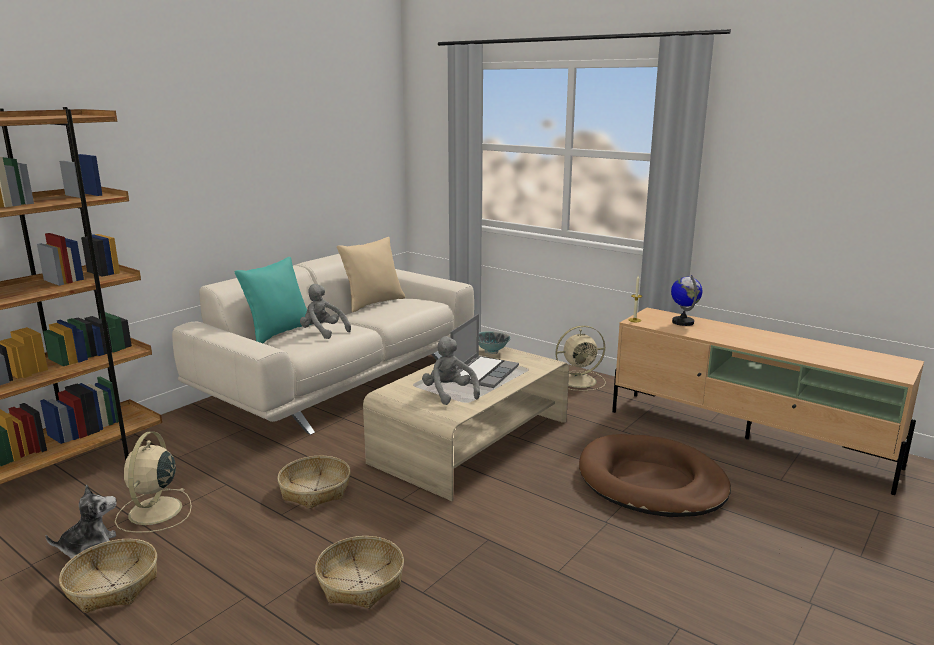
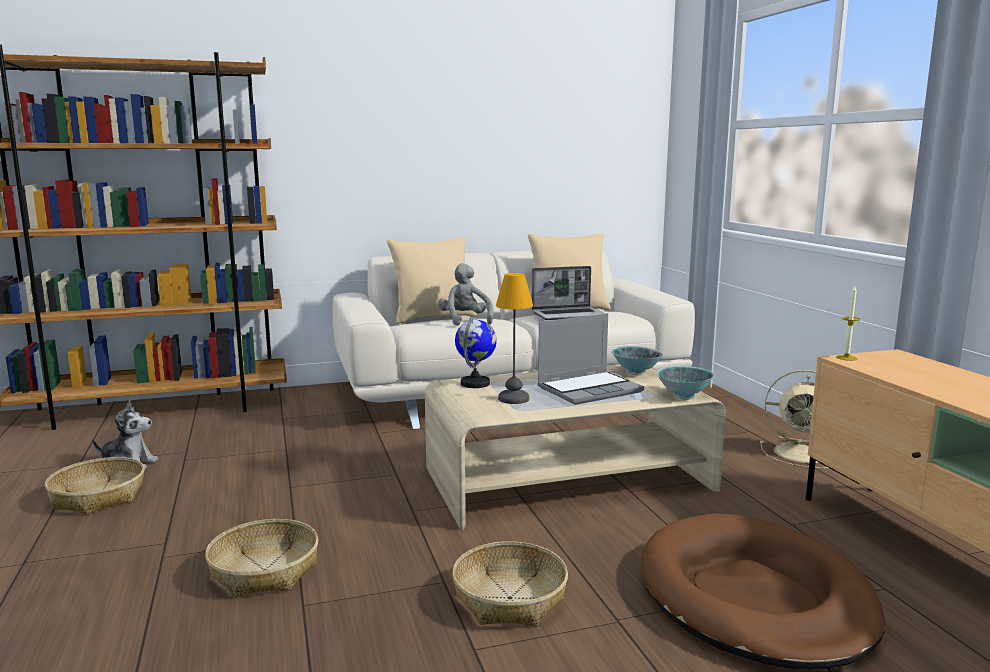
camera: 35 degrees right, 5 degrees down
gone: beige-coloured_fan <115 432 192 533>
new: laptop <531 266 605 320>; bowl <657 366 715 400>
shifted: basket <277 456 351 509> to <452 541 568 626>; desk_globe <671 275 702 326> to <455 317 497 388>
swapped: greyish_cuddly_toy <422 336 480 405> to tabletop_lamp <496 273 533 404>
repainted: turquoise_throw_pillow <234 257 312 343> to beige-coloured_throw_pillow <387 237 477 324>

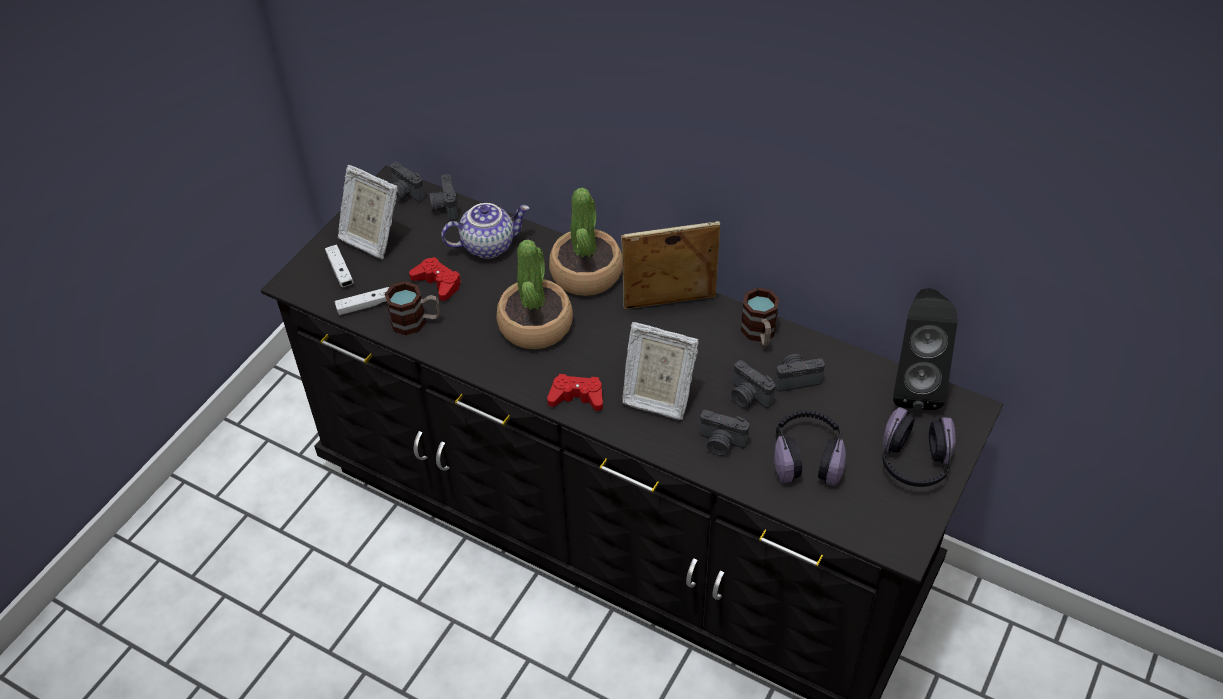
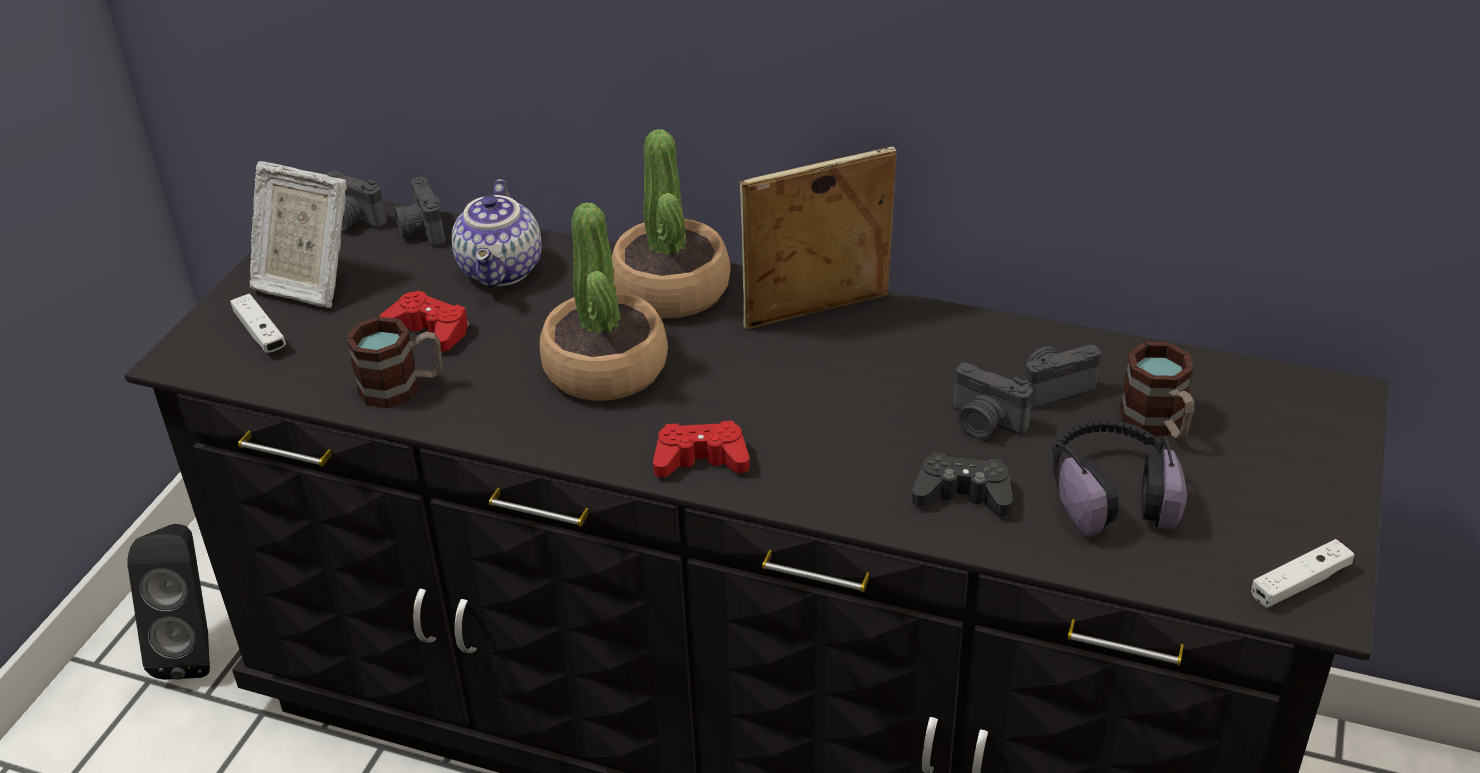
camera: 10 degrees left, 10 degrees down
gone: picture_frame <622 322 699 420>; headphones <882 407 956 487>
shifted: black-coloured_audio_speaker <893 288 958 410> to <127 524 210 680>; tea_mug <741 288 779 347> to <1120 342 1194 440>; whitish_game_controller <335 287 389 315> to <1251 539 1355 608>
swapped: still_camera <699 410 750 456> to black-coloured_game_controller <912 453 1012 516>
rotated: teapot <441 203 530 259> = <451 179 542 288> 120 degrees clockwise

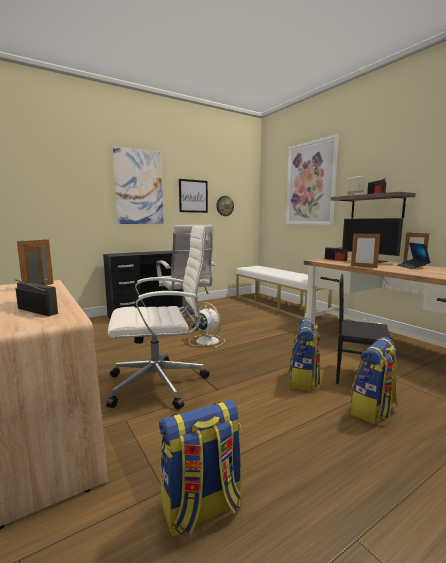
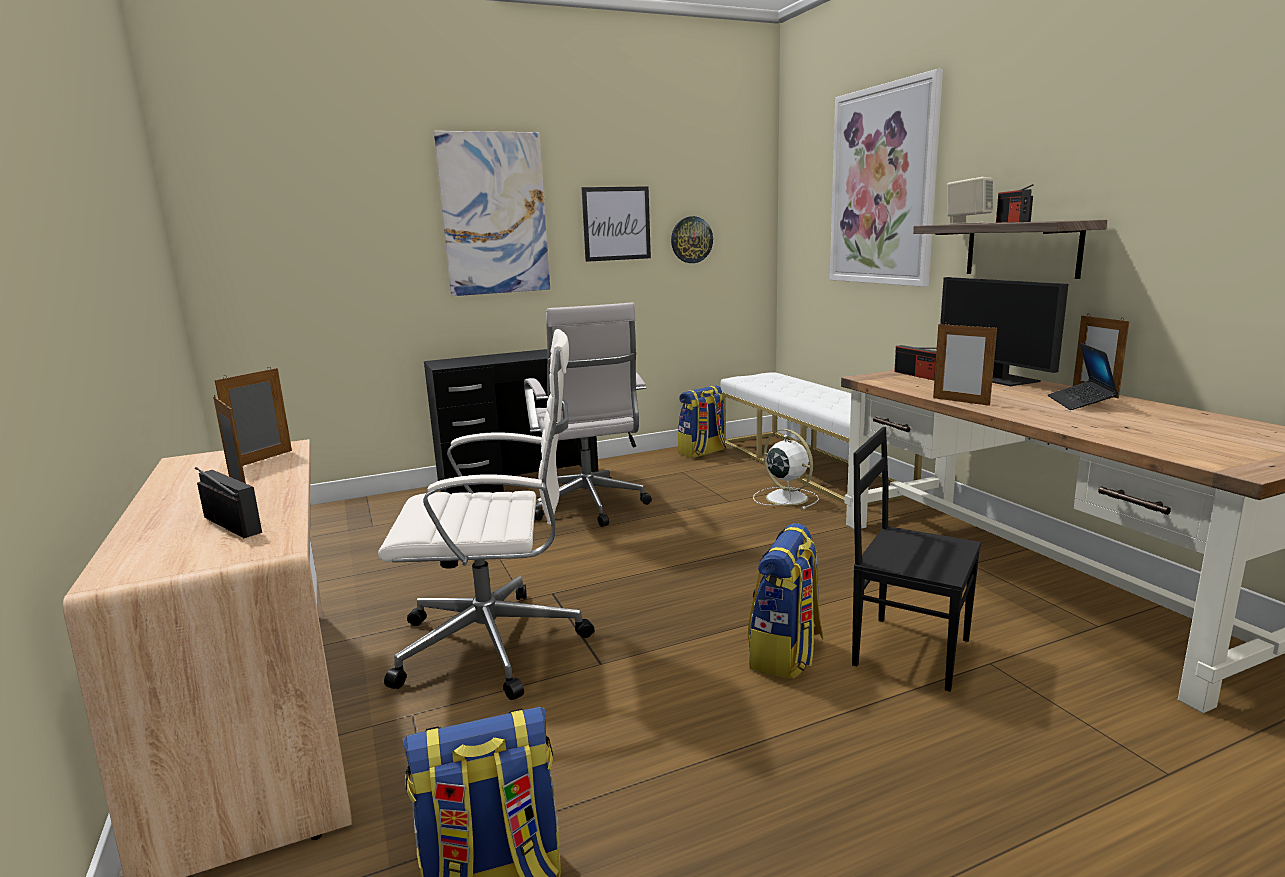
camera: 10 degrees right, 5 degrees up
shifted: knapsack <351 337 397 425> to <678 385 726 458>; whitish_fan <189 302 225 348> to <753 429 819 509>

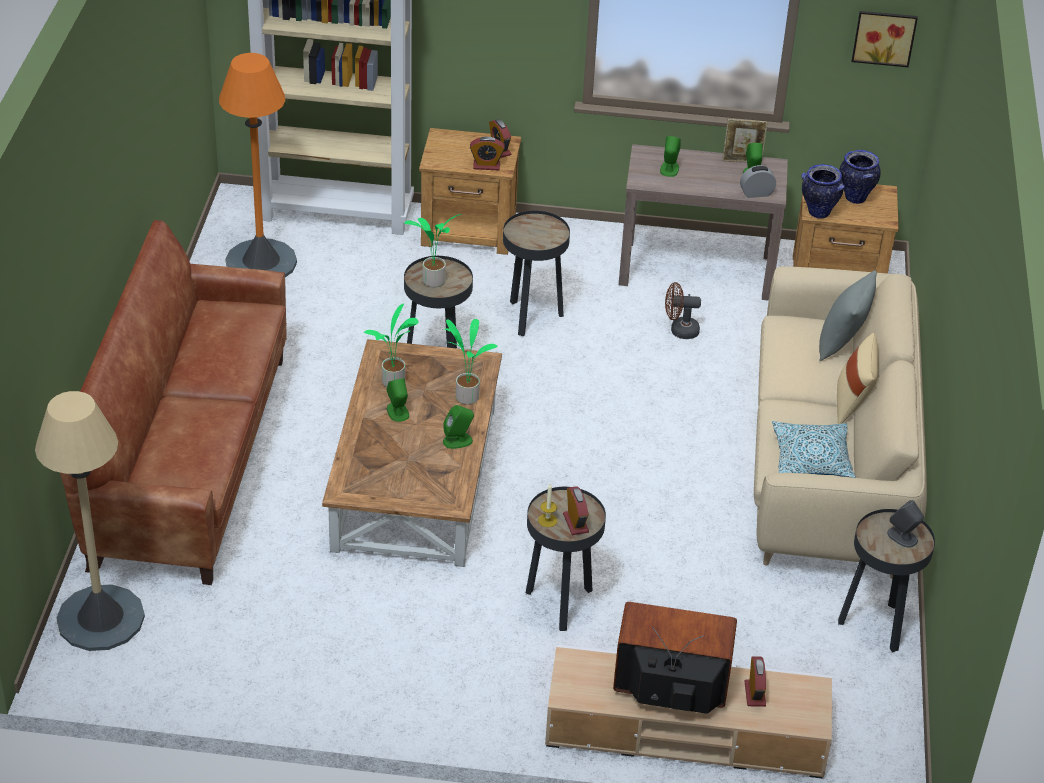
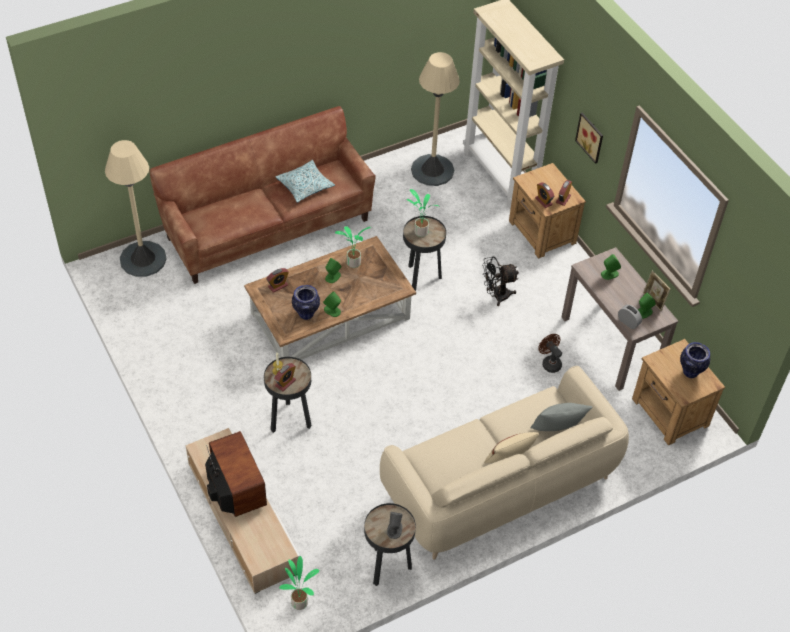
camera: 55 degrees right, 10 degrees up
shifted: alarm_clock <745 656 766 707> to <266 268 289 293>; throw_pillow <772 421 856 478> to <276 160 335 203>; plant_in_a_pot <442 319 498 405> to <279 556 319 610>; decorative_vase <802 164 845 219> to <292 285 320 320>; wall_art <852 11 918 67> to <575 113 603 164>
swapped: black-coloured_side_table <503 211 570 336> to black-coloured_fan <482 257 519 306>
repainted: orangey_standing_lamp <219 53 297 277> to beige-coloured_standing_lamp <411 52 460 186>

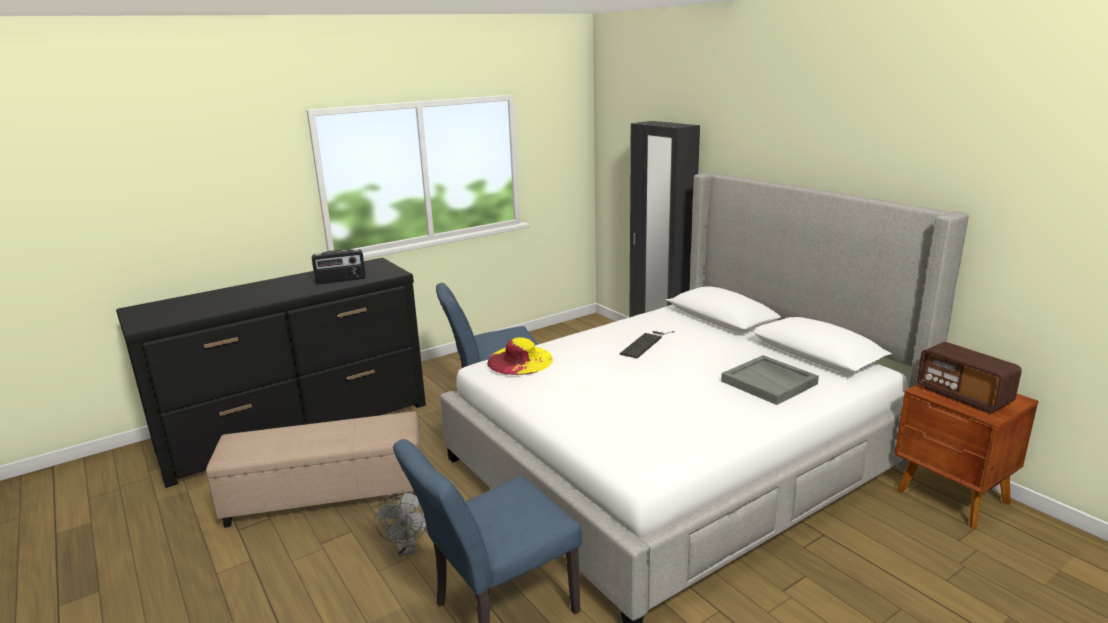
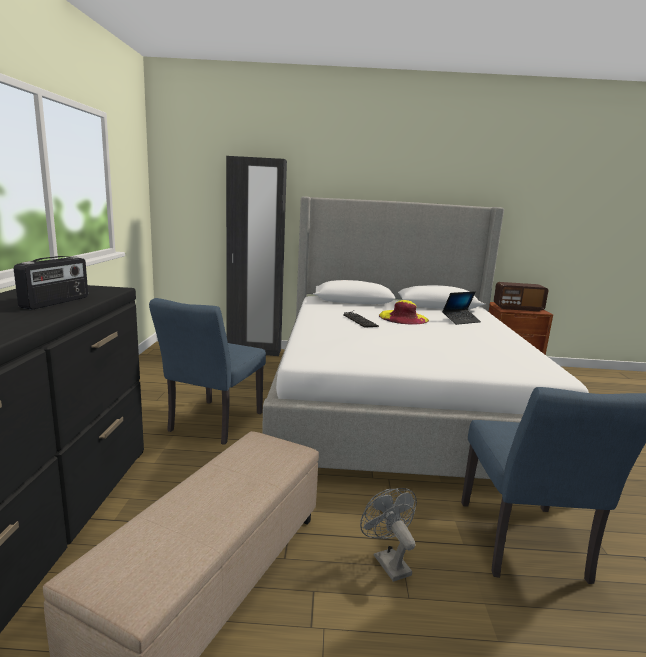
camera: 55 degrees left, 5 degrees down
shifted: yellow-coloured_hat <487 337 553 375> to <379 300 429 325>
swapped: greyish_tray <721 355 819 405> to laptop <442 291 481 325>
rotated: greyish_fan <374 491 427 556> = <360 488 417 582> 135 degrees counterclockwise

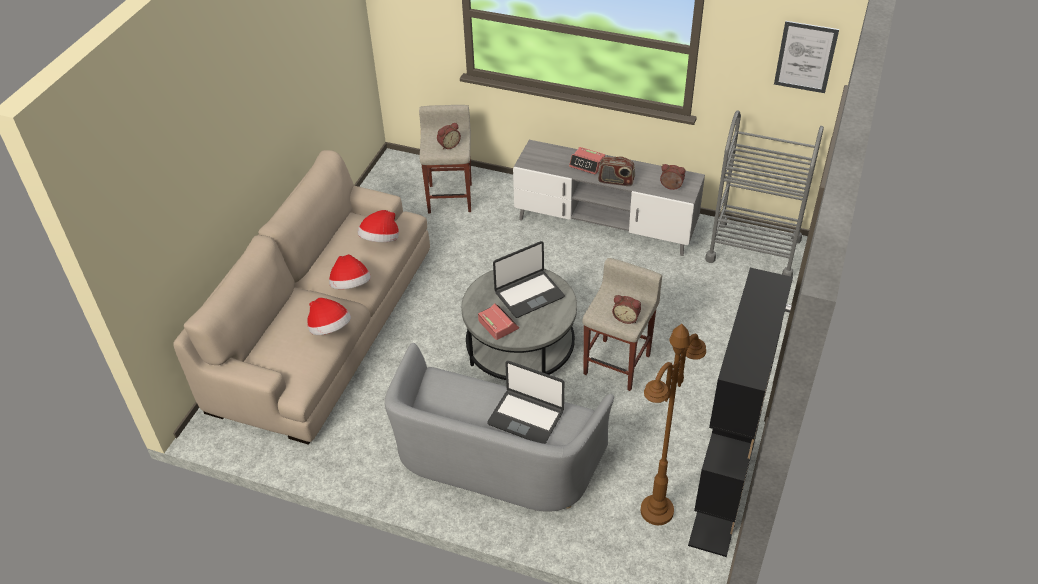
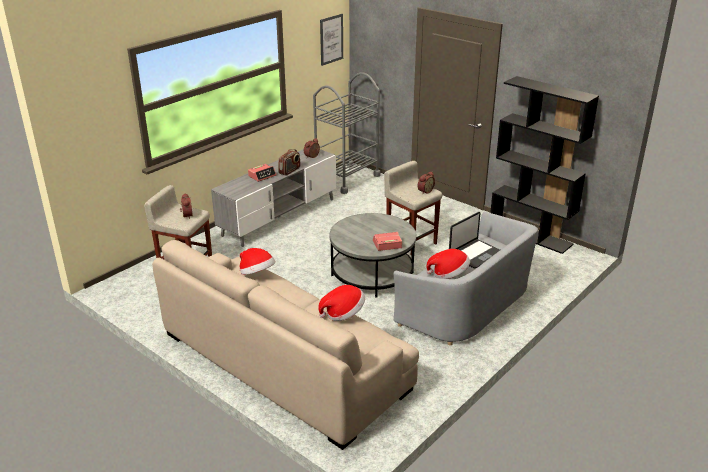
camera: 70 degrees left, 15 degrees down
gone: laptop <493 241 565 318>; brown_standing_lamp <641 324 706 525>
shifted: hat <329 254 371 289> to <426 249 470 279>

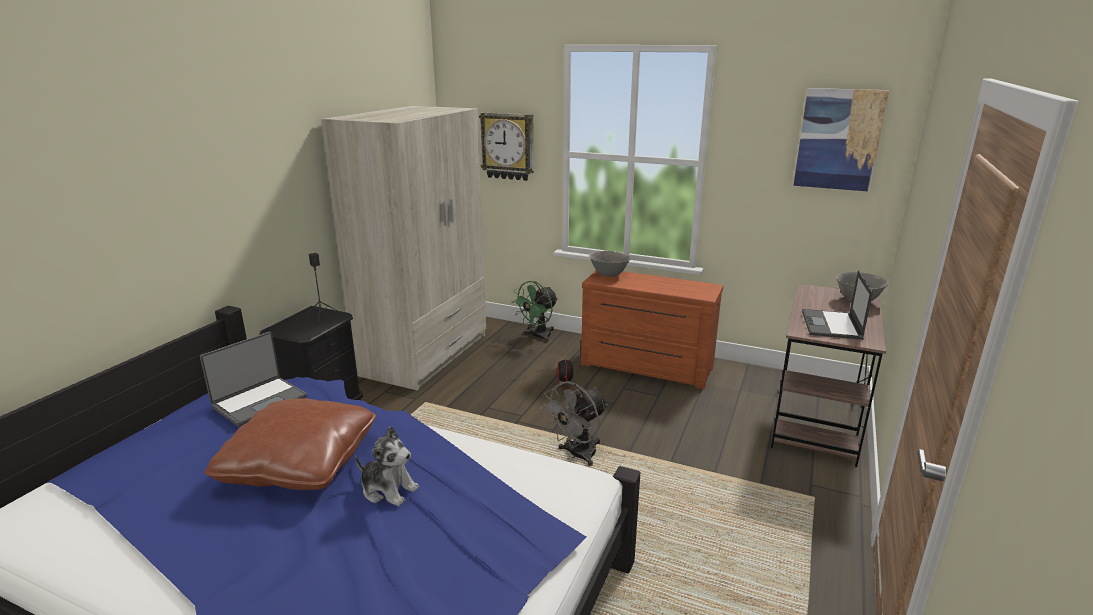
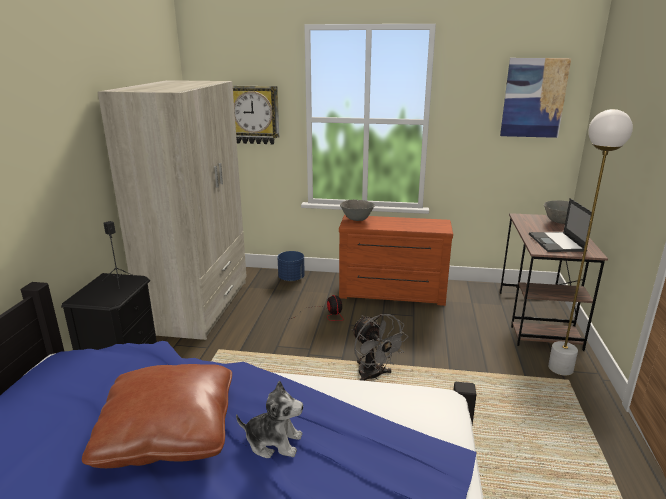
camera: 15 degrees left, 0 degrees up
gone: laptop <200 332 307 427>
new: whitish_standing_lamp <548 109 633 376>
swapped: green_fan <511 281 558 342> to blue-coloured_plant_pot <277 251 305 281>
rotated: greyish_fan <541 381 608 466> = <351 314 408 381> 60 degrees counterclockwise

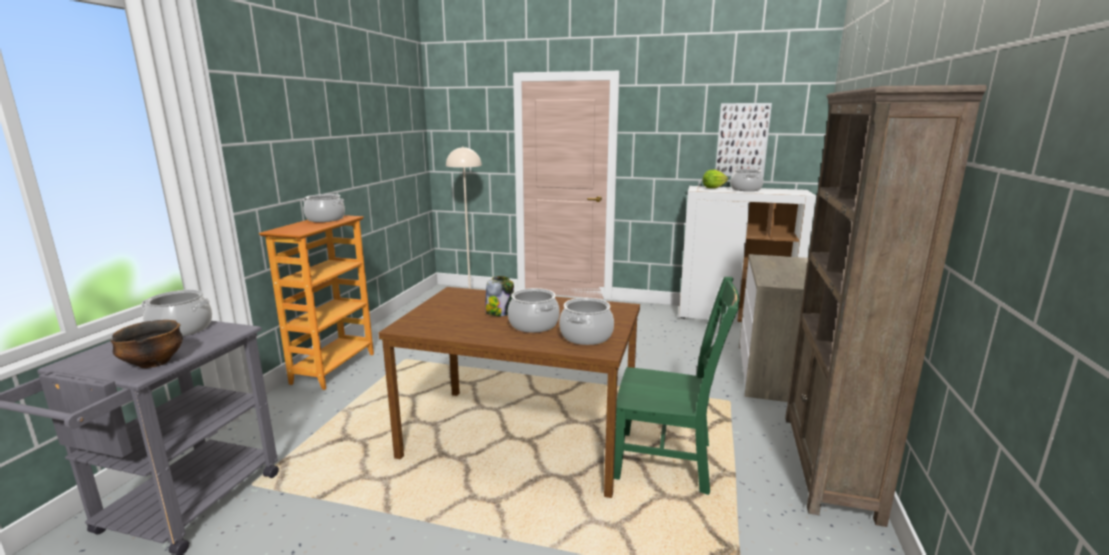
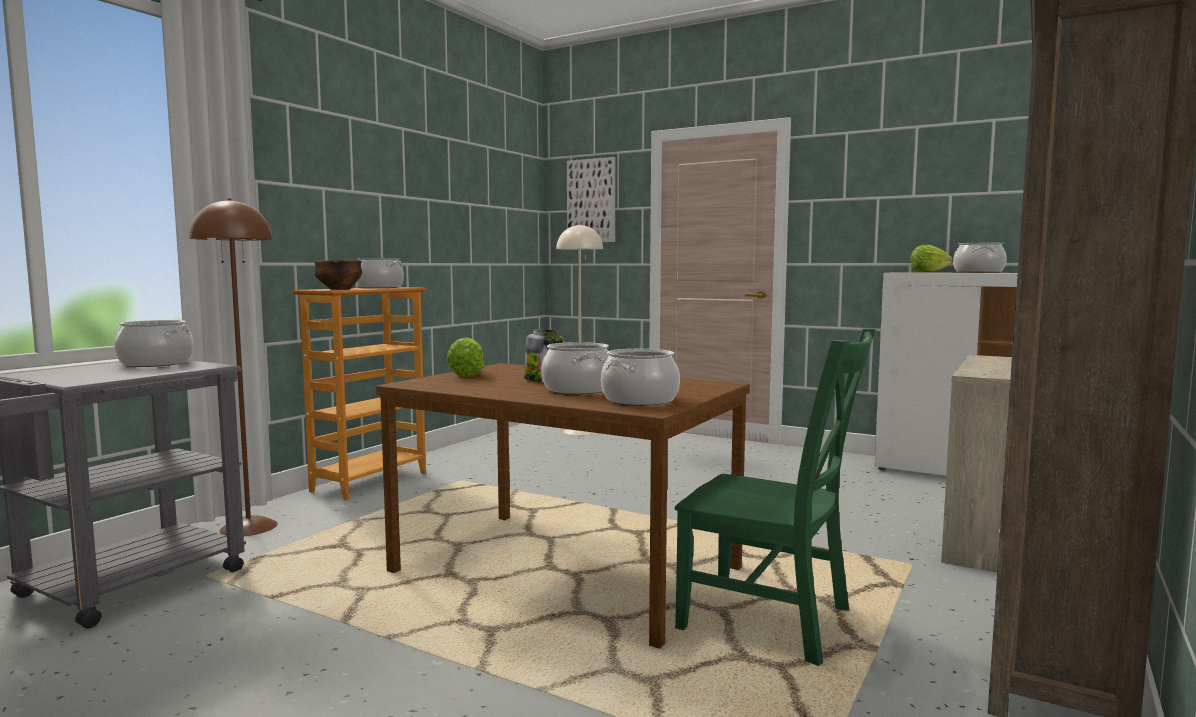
camera: 15 degrees right, 10 degrees down
new: brown_standing_lamp <189 198 278 536>; lettuce_head <446 338 484 377>
shifted: bowl <110 320 183 368> to <314 260 362 290>; wall_art <715 103 772 177> to <567 157 616 242>

